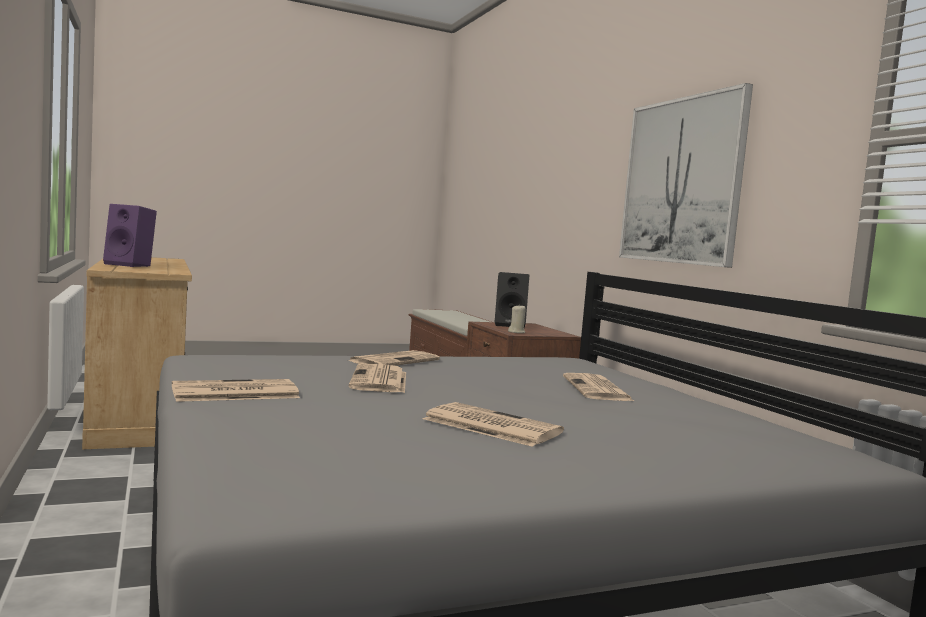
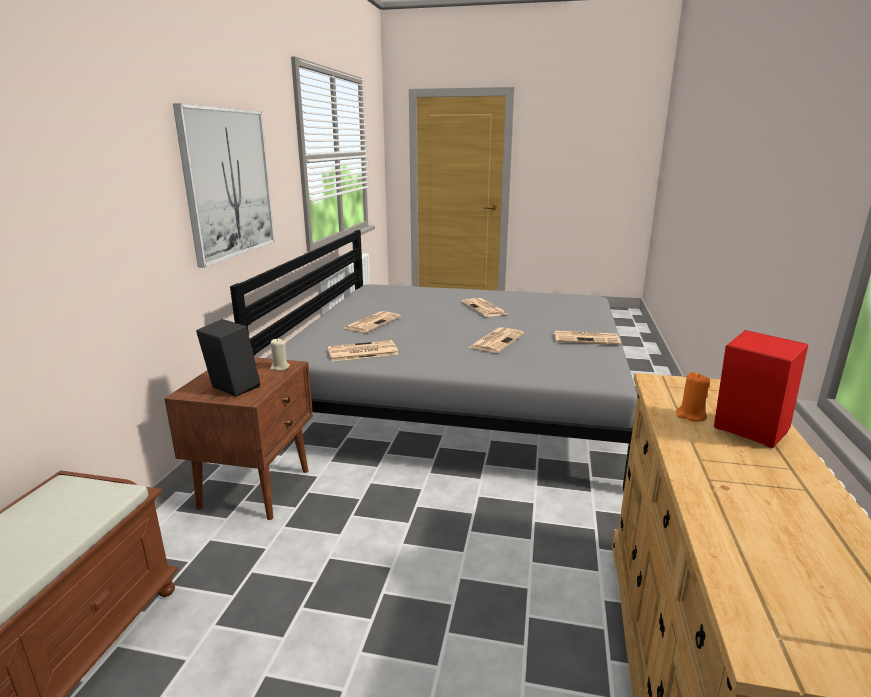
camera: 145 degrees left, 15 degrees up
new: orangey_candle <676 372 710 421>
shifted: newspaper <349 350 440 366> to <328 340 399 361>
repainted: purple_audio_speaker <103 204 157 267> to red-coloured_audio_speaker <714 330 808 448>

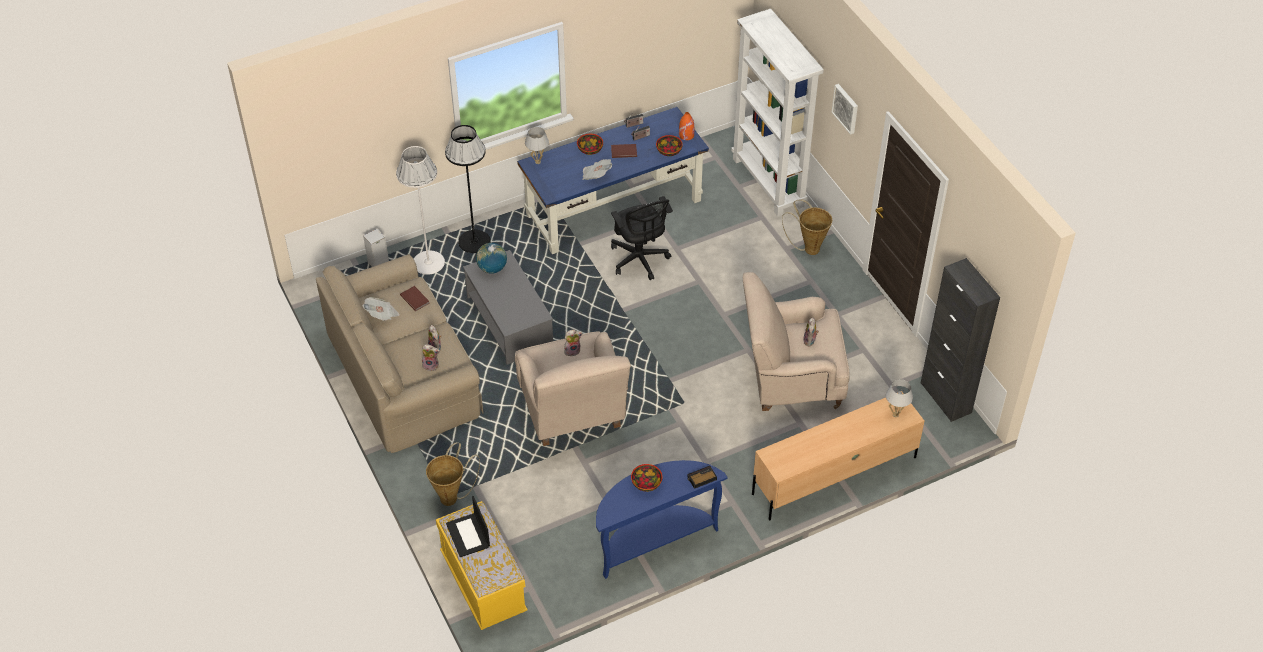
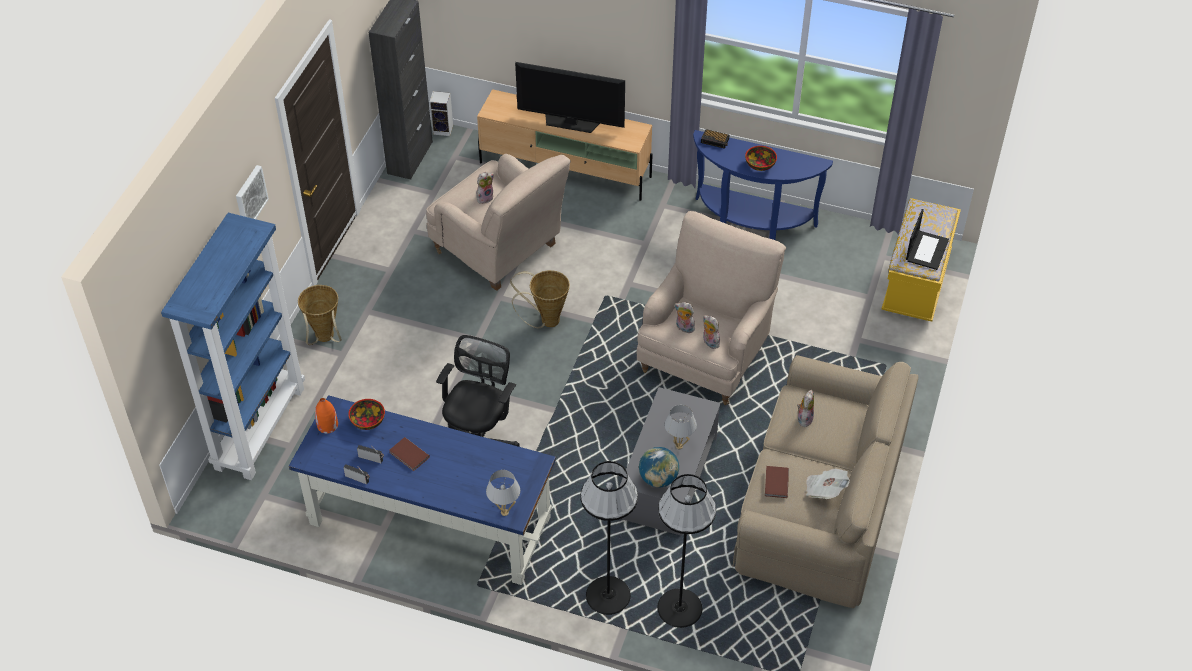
camera: 135 degrees left, 0 degrees up
gone: bowl <577 134 603 155>; newspaper <583 159 612 180>
new: television <515 62 625 133>
shifted: audio_speaker <363 229 389 267> to <430 91 453 136>; basket <426 442 480 506> to <510 270 570 328>; whitish_tabletop_lamp <886 379 913 417> to <665 405 697 449>; cuddly_toy <422 344 440 371> to <703 315 720 349>
repainted: whitish_bookcase <731 9 824 216> to blue-coloured_bookcase <161 213 305 480>; whitish_standing_lamp <396 146 445 275> to black-coloured_standing_lamp <657 474 716 628>

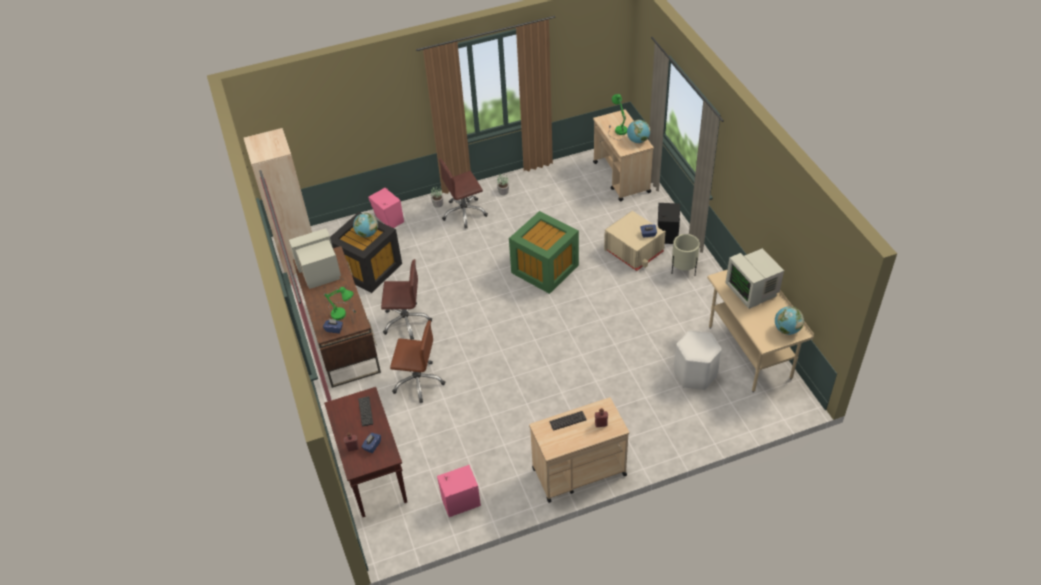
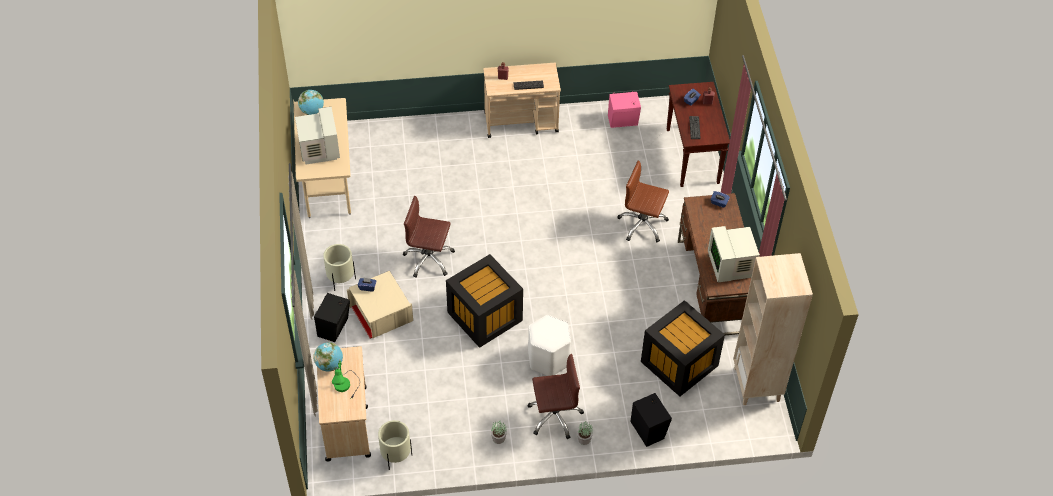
camera: 170 degrees left, 5 degrees up
gone: green_tabletop_lamp <324 287 356 320>; desk_globe <353 213 378 237>
new: beige-coloured_plant_pot <378 420 412 470>
shifted: brown_desk_chair <381 259 432 340> to <403 196 455 278>; whitish_stool <674 331 722 390> to <528 315 571 376>
repainted: green_storage_box <509 211 579 294> to black-coloured_storage_box <446 254 523 348>; pink_audio_speaker <368 188 404 228> to black-coloured_audio_speaker <630 393 672 447>
rotated: computer_screen <289 228 341 289> = <708 226 760 282> 90 degrees clockwise

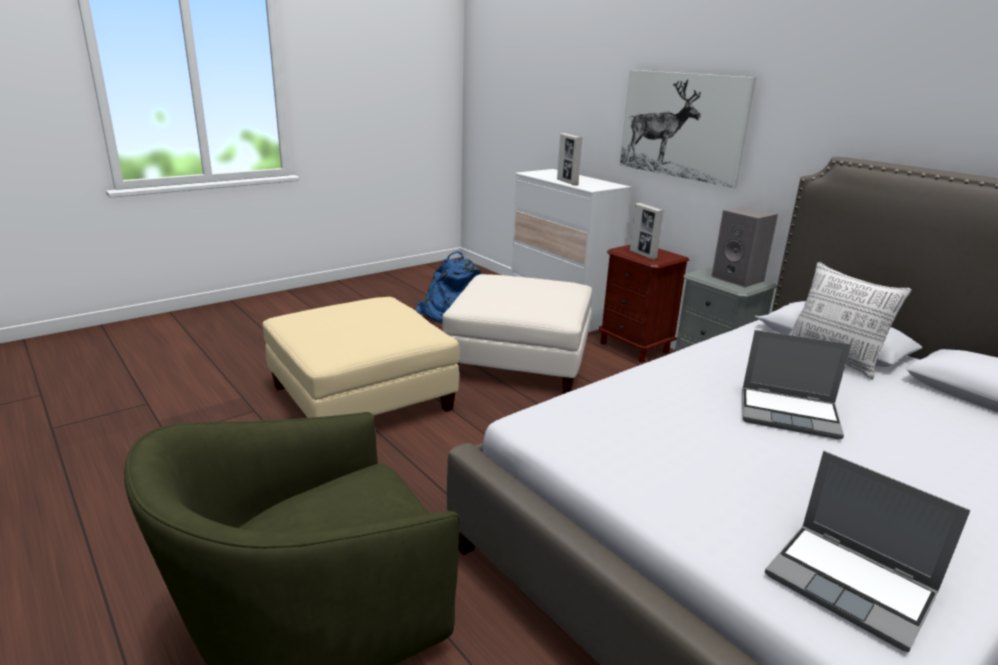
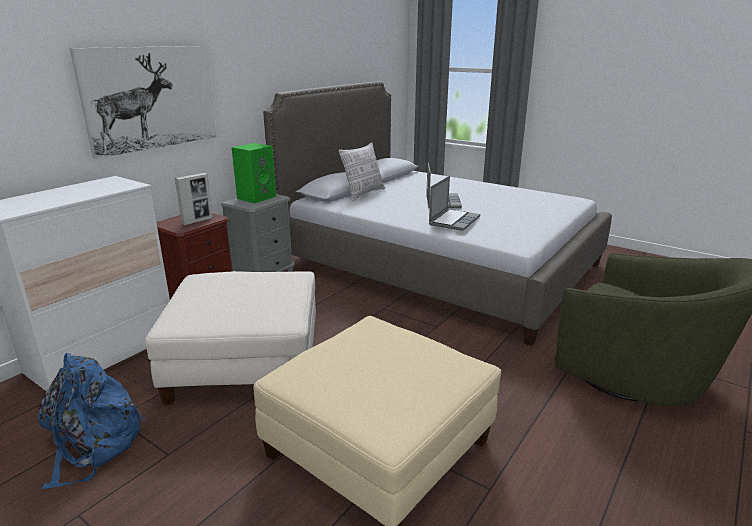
camera: 105 degrees left, 0 degrees up
gone: picture_frame <557 133 583 185>
shifted: laptop <765 451 971 652> to <429 176 480 231>
repainted: greyish_audio_speaker <711 206 778 287> to green_audio_speaker <231 143 276 203>

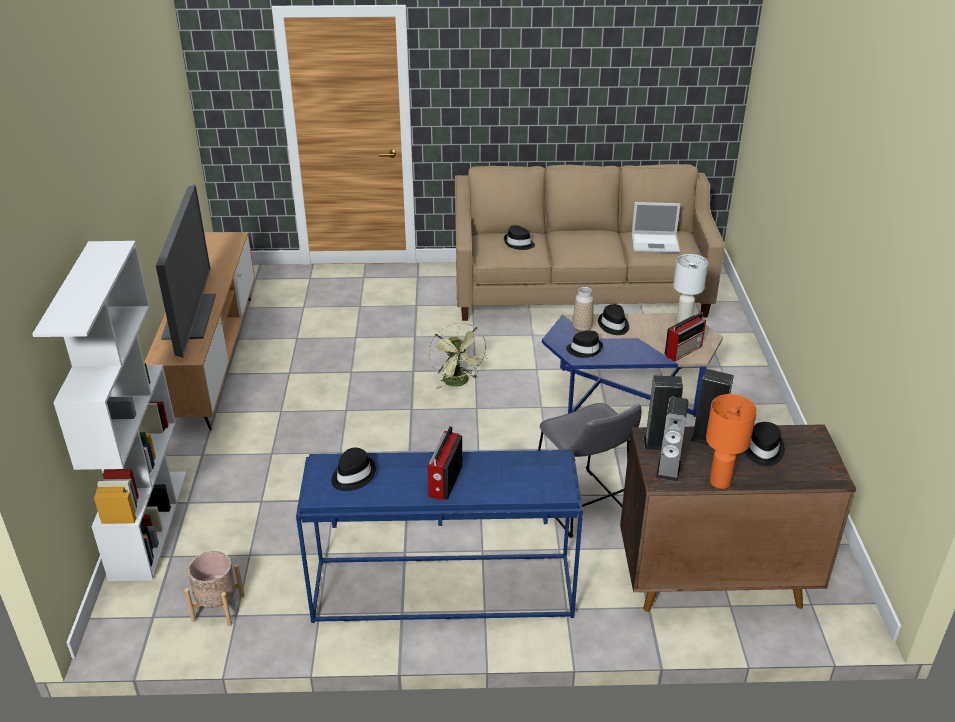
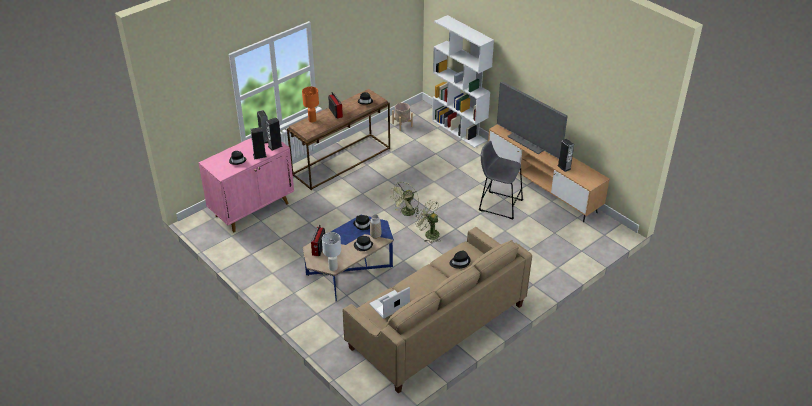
camera: 140 degrees right, 5 degrees up
new: green_fan <391 182 420 217>; audio_speaker <557 139 574 172>
shifted: orangey_tabletop_lamp <706 394 757 489> to <302 86 319 122>; greyish_stool <538 403 642 538> to <479 141 523 220>
repainted: brown_cupboard <620 424 856 612> to pink_cupboard <198 138 294 232>; blue-coloured_hall_table <296 450 583 623> to brown_hall_table <287 89 390 190>

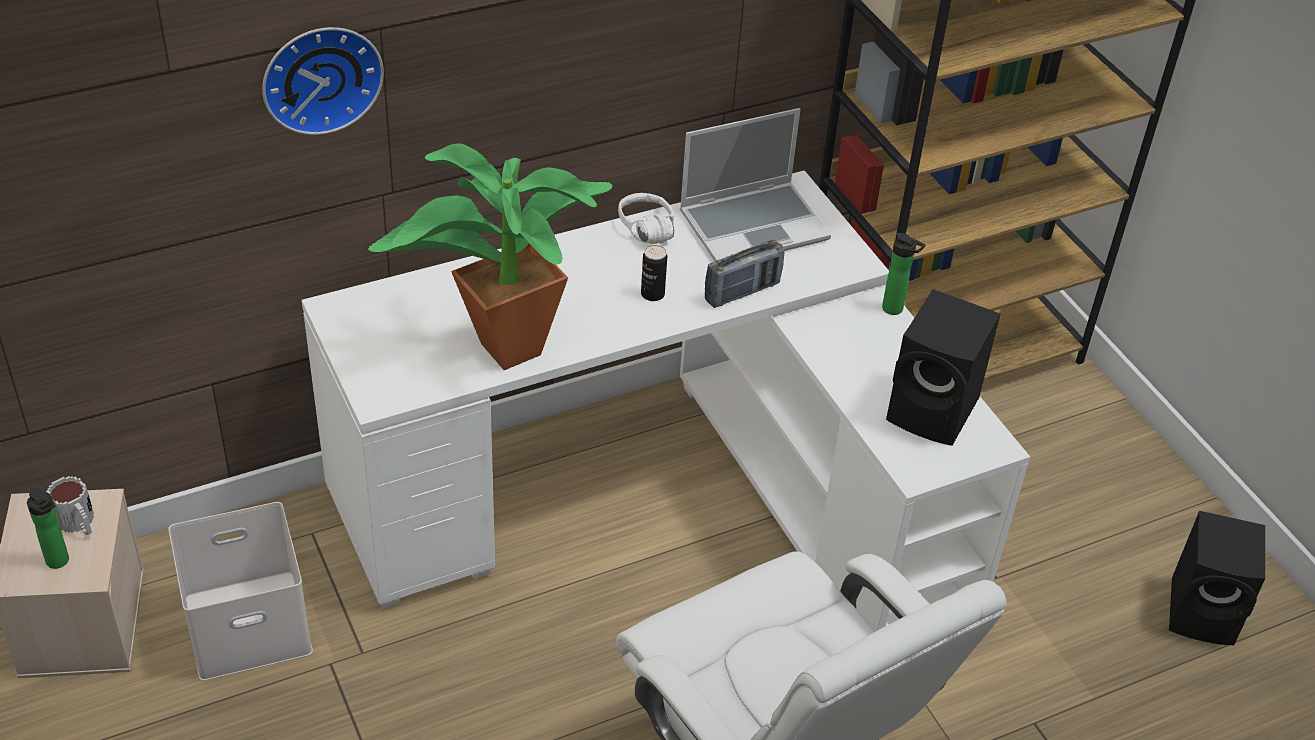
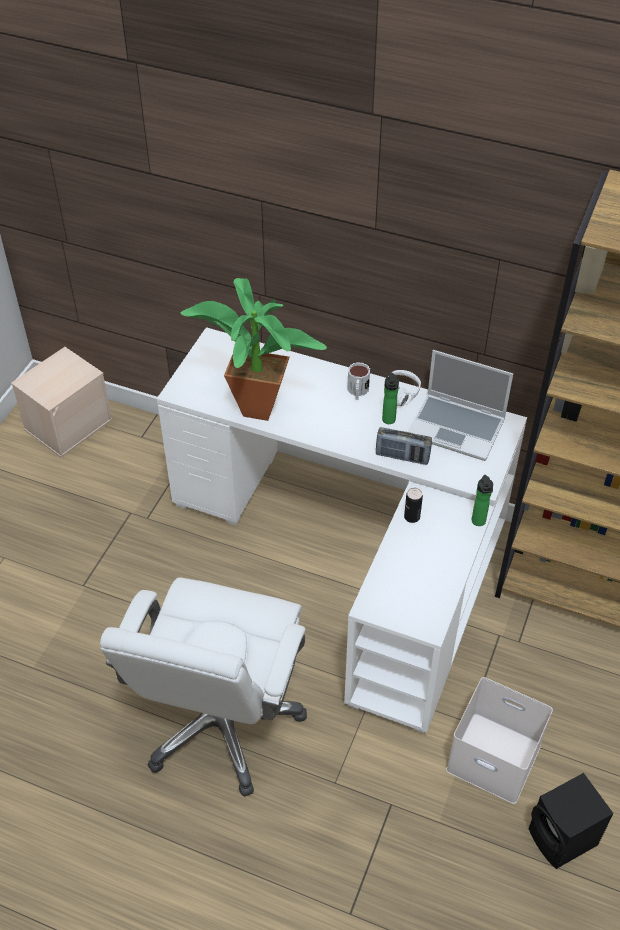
camera: 50 degrees right, 5 degrees up
gone: wall_clock <262 27 384 135>; black-coloured_audio_speaker <886 289 1001 446>
shifted: tea_mug <46 476 94 535> to <347 362 370 400>; bottle <27 488 69 569> to <382 373 399 424>; metal_can <641 245 667 301> to <404 488 423 523>; whitish_storage_box <169 502 313 681> to <446 677 553 804>

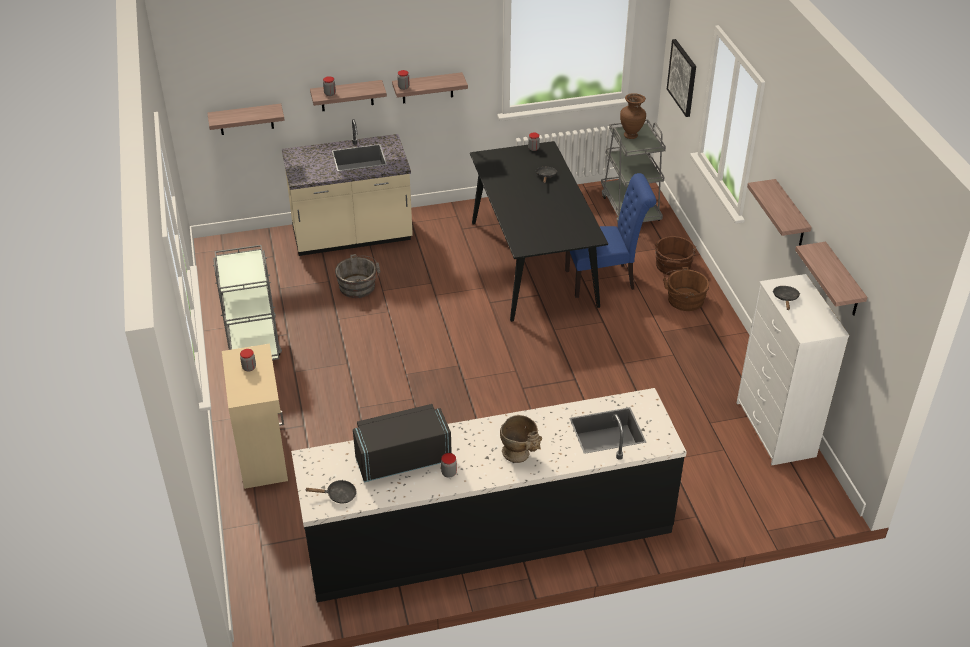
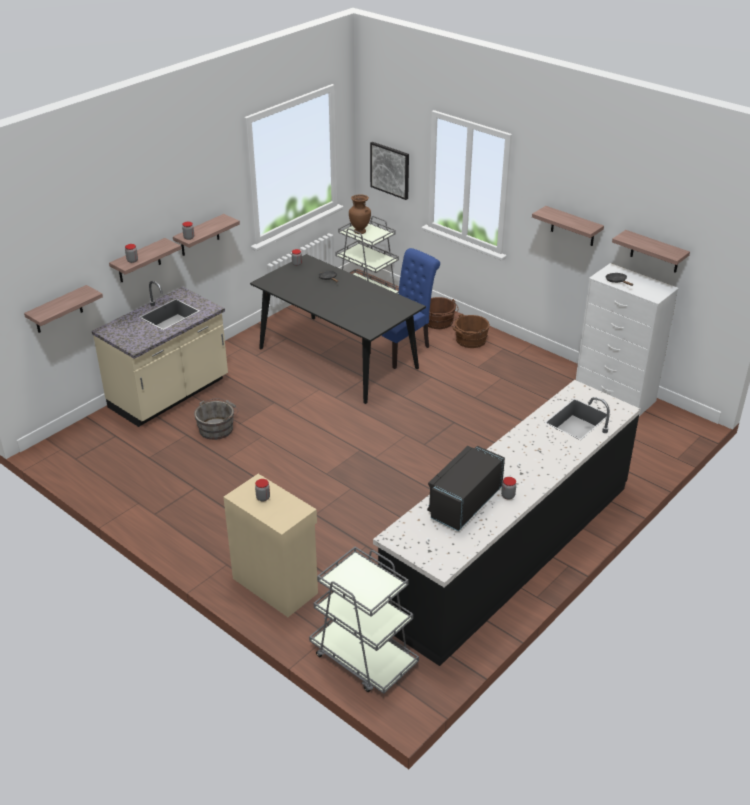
camera: 35 degrees left, 5 degrees down
gone: black-coloured_skillet <306 480 357 504>; beige-coloured_decorative_vase <500 415 542 463>
shifted: greyish_wheeled_cart <213 245 282 360> to <309 547 419 694>

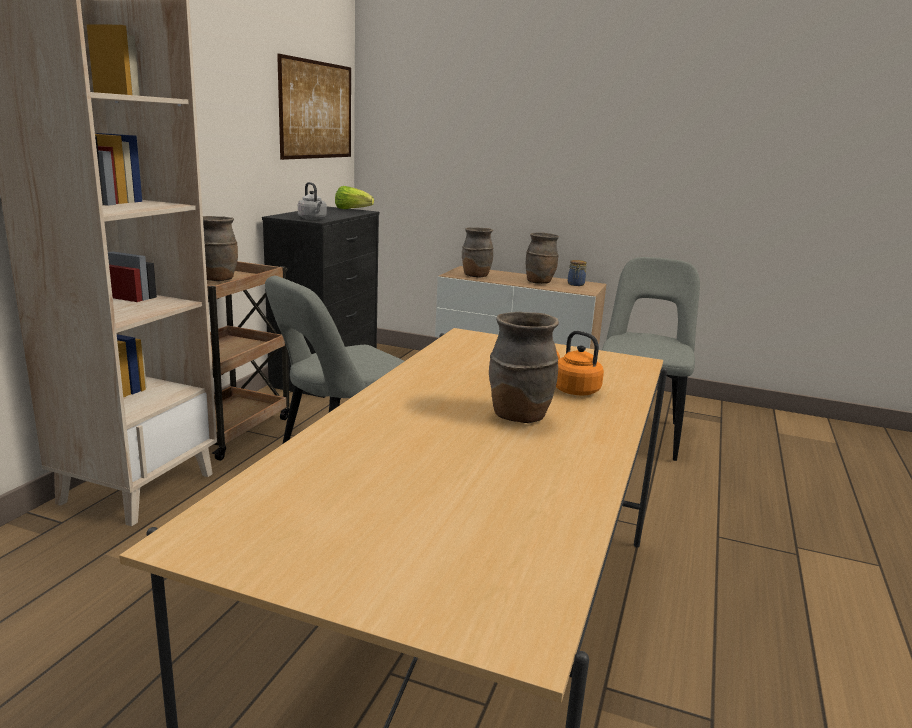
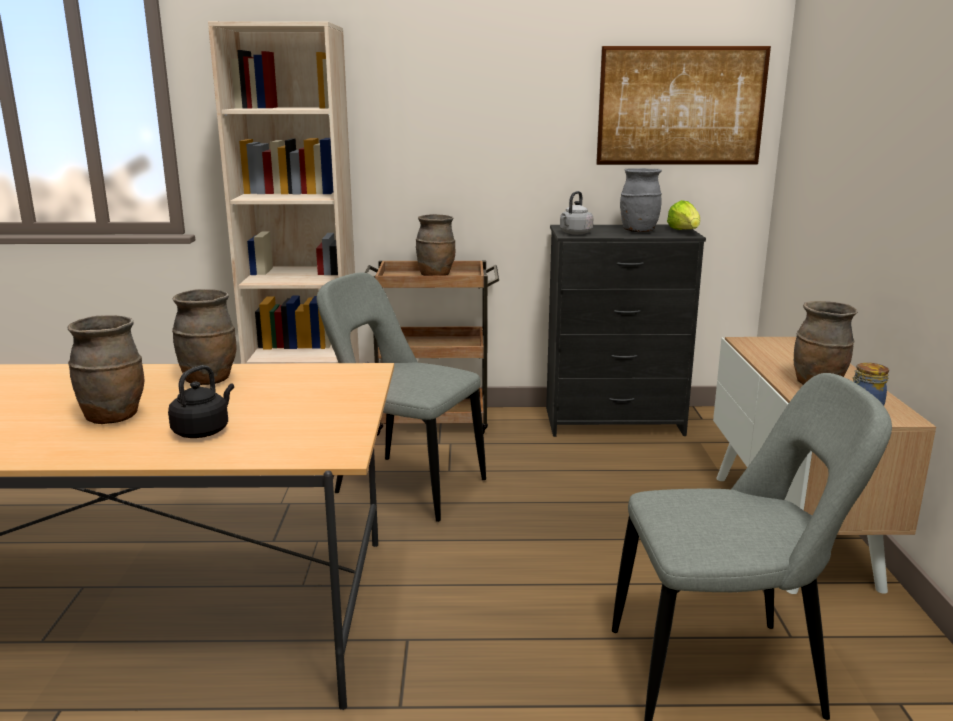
camera: 70 degrees right, 0 degrees up
new: greyish_decorative_vase <620 168 662 233>
shifted: brown_decorative_vase <462 227 493 277> to <172 289 237 385>
repainted: orangey_kettle <556 330 604 395> to black-coloured_kettle <168 365 234 438>

